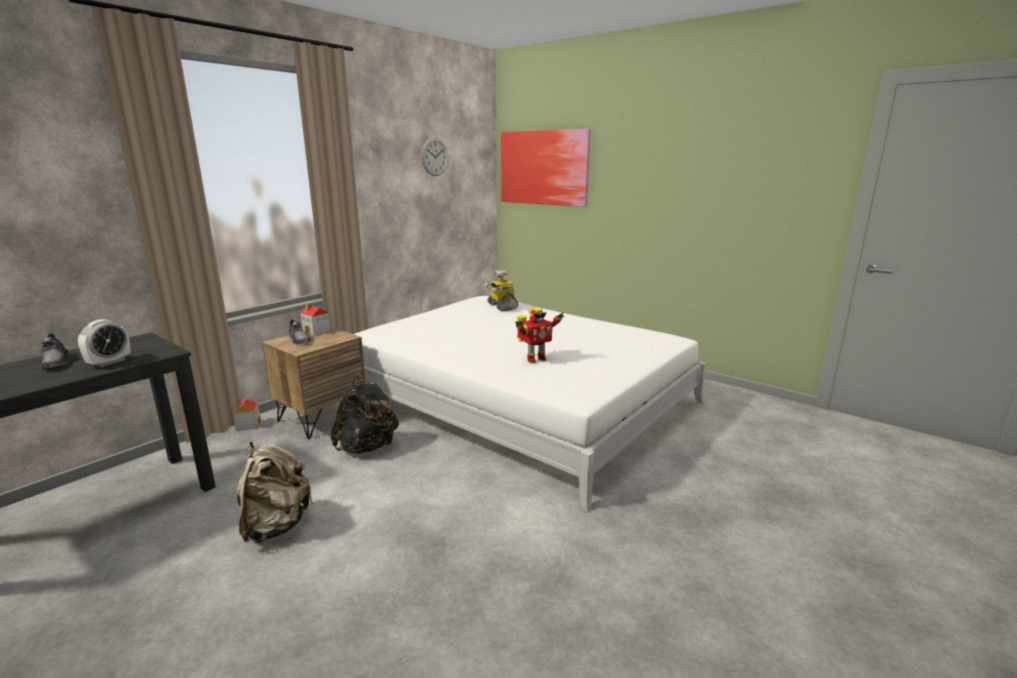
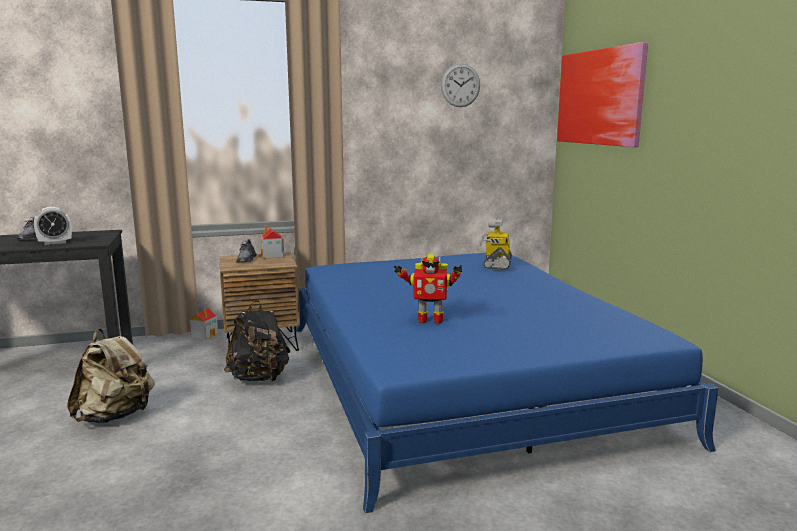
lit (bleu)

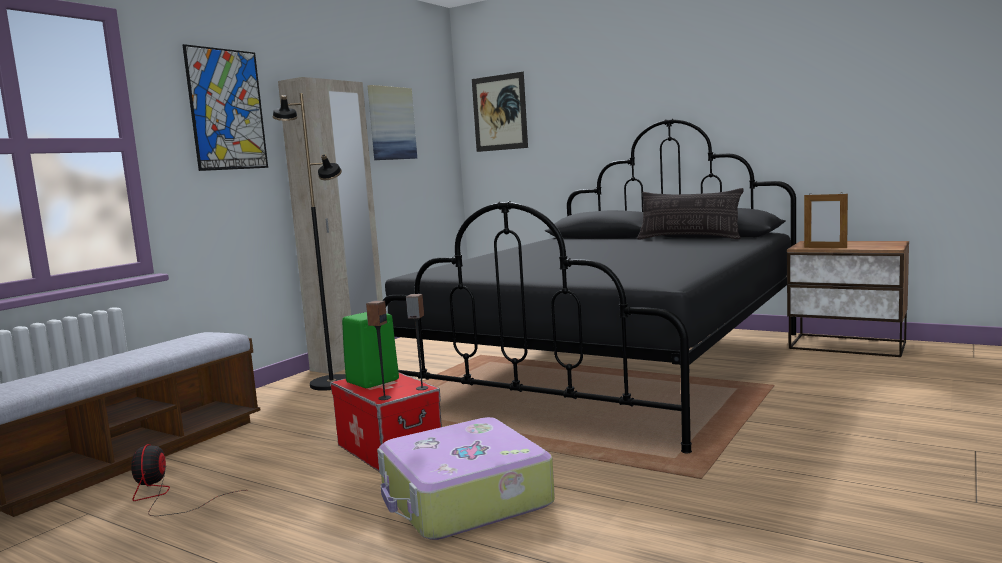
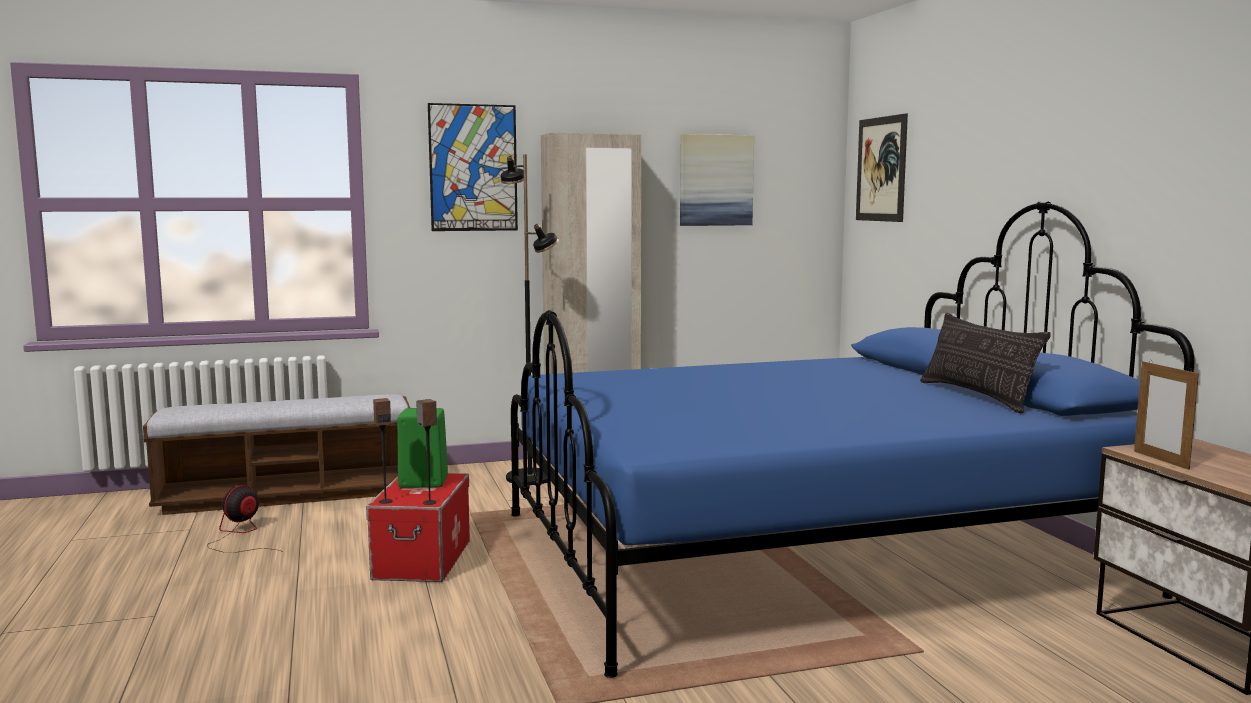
valise; lit (bleu)

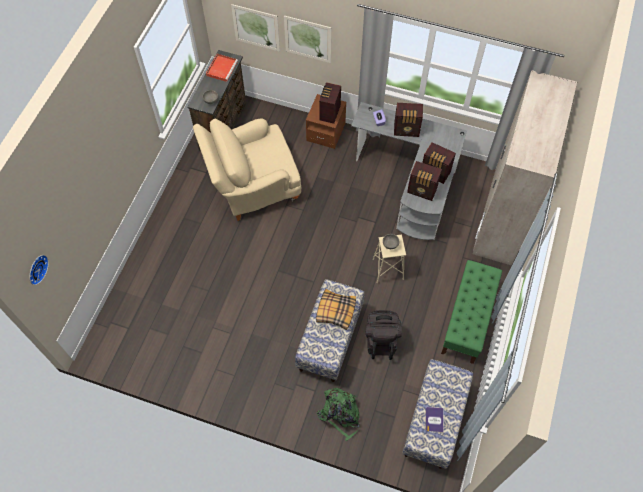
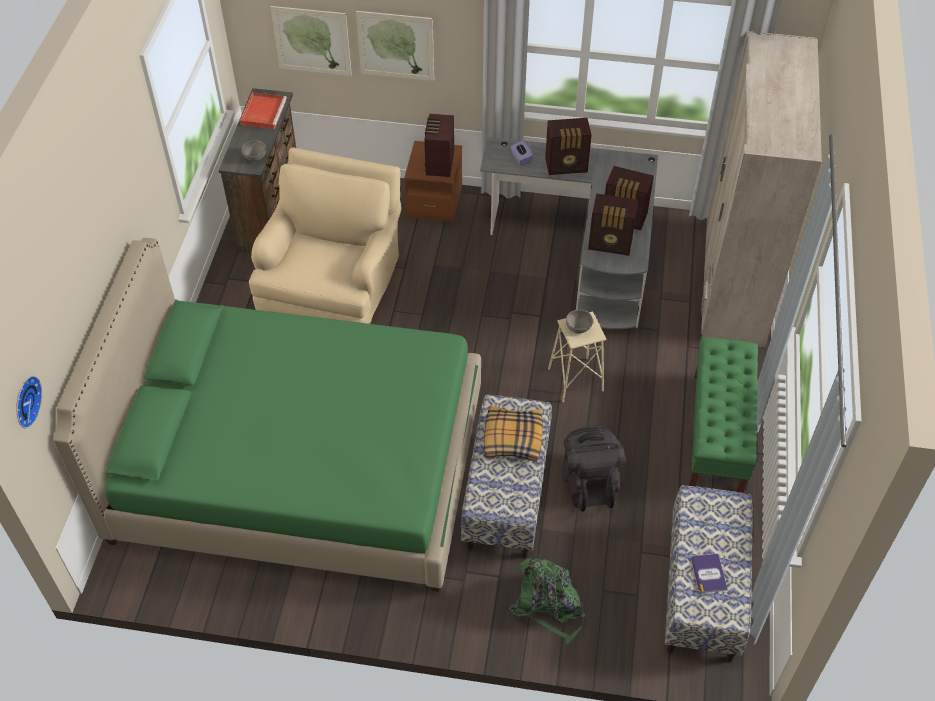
lit (vert); fauteuil (beige)

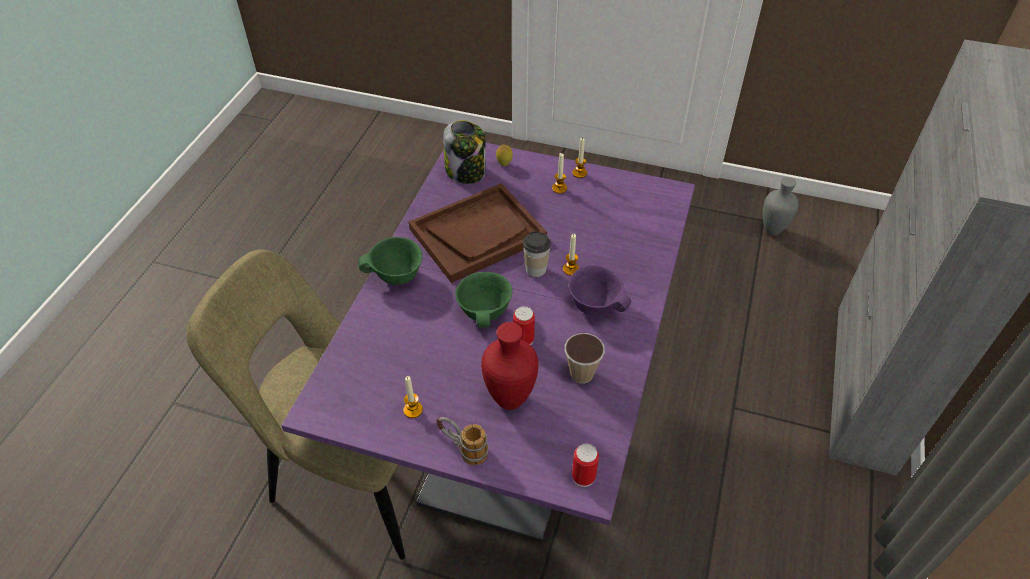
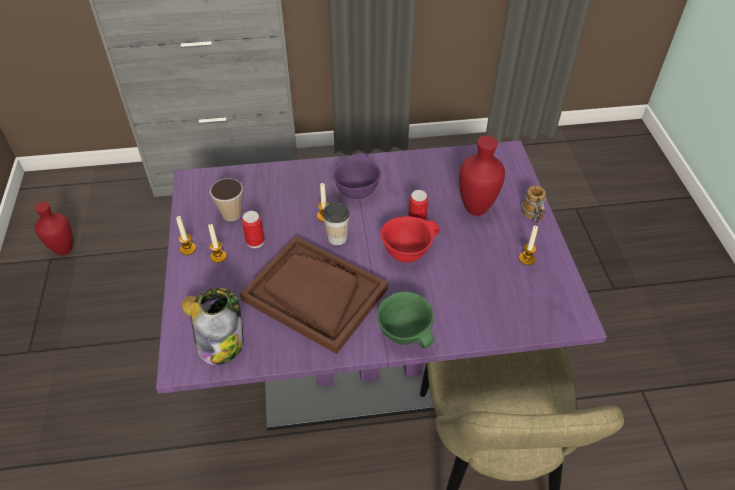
tasse (no. 1 from left); boîte métallique (no. 1 from left); bol (rouge); vase (rouge) (no. 1 from left)

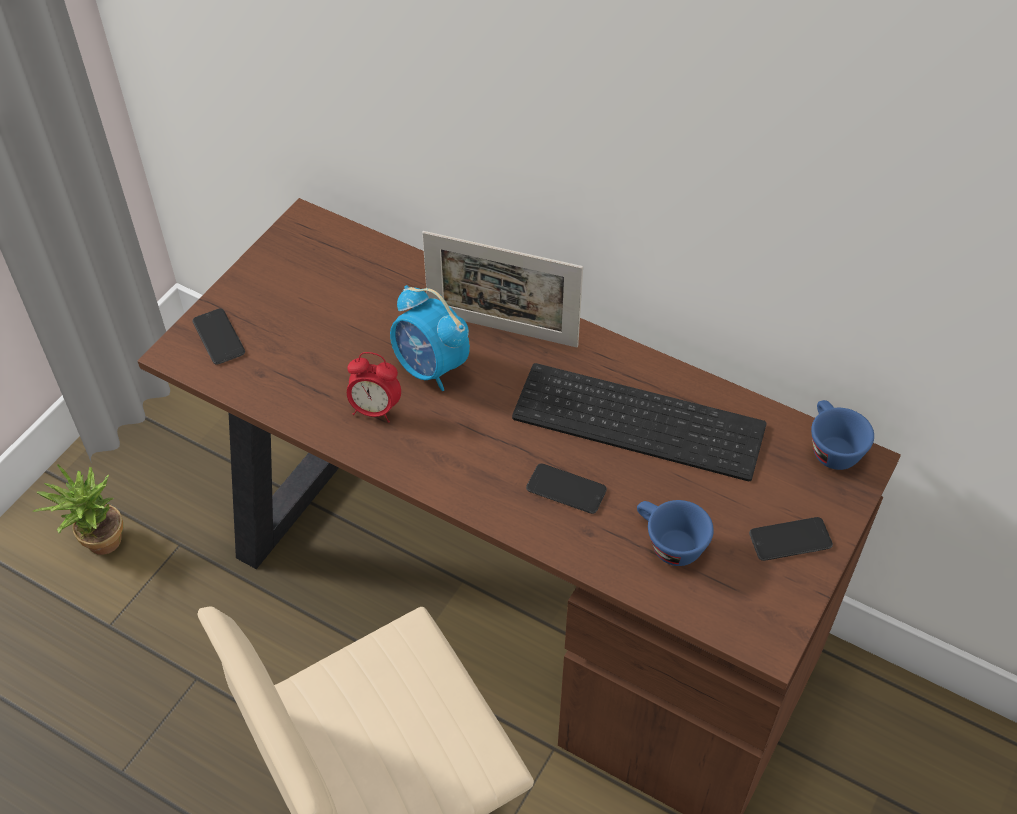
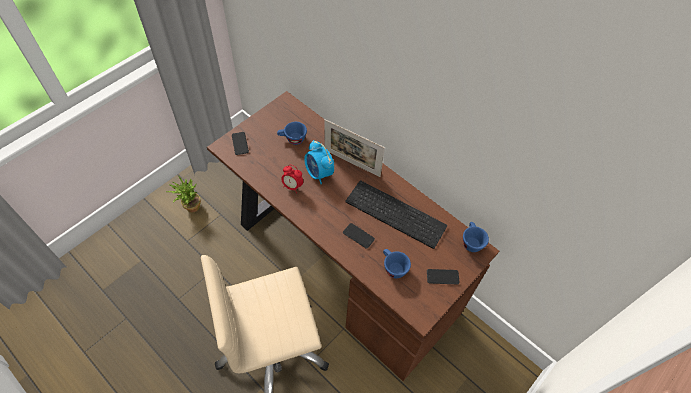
tasse (bleu) (no. 1 from left)

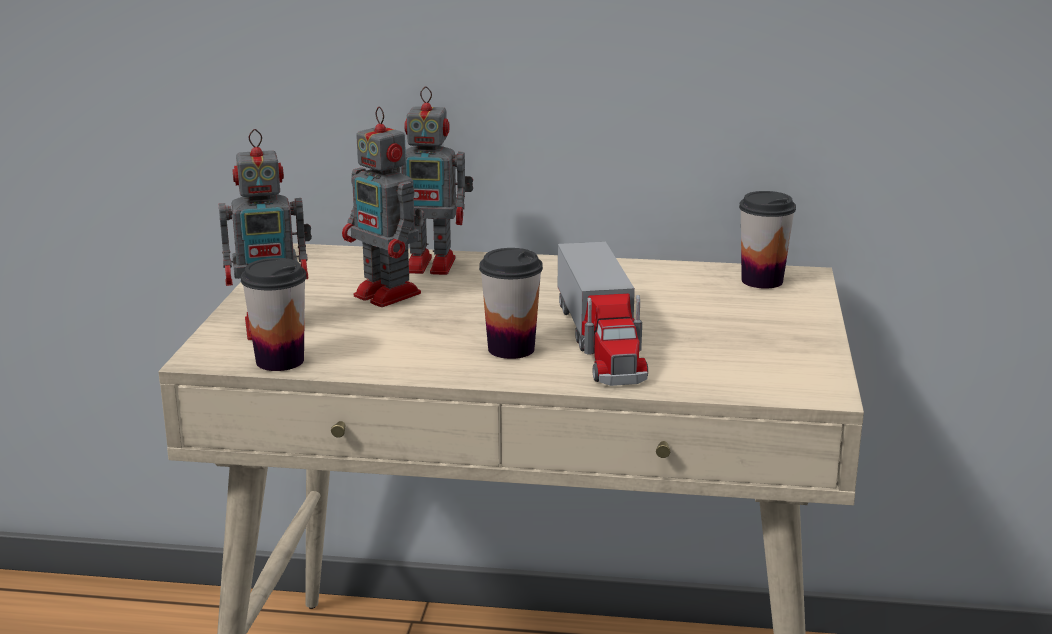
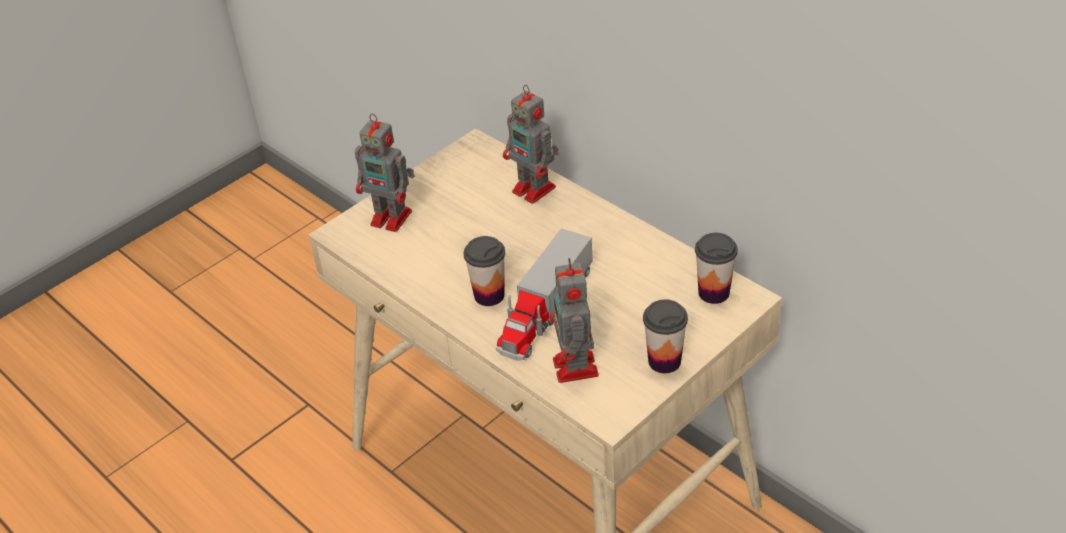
tasse (no. 2 from left); robot jouet (no. 3 from left)

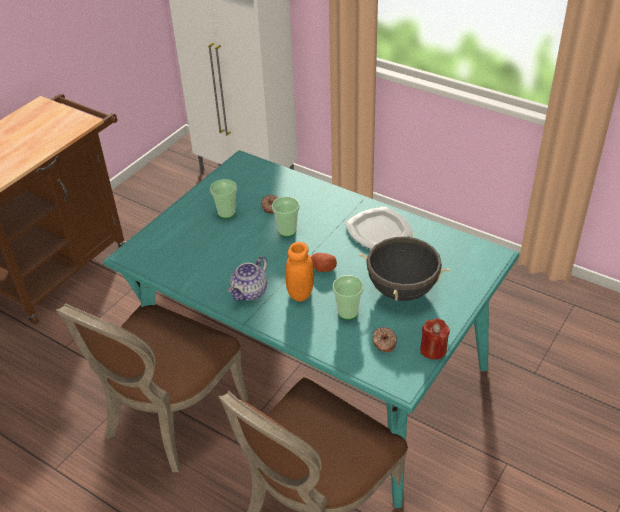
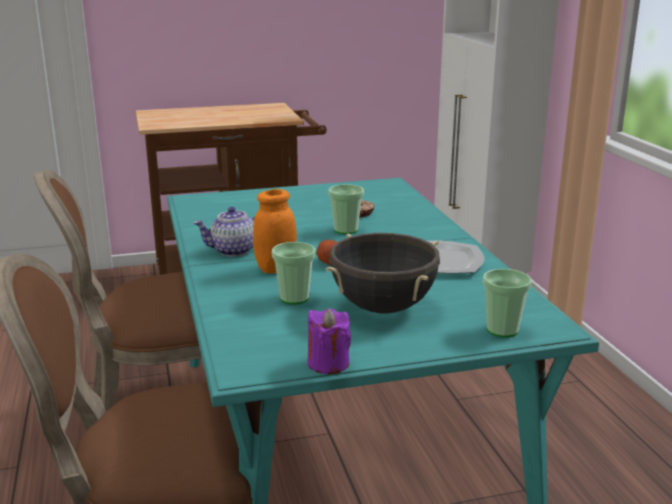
beignet (no. 2 from left in the first image); tasse (no. 3 from left); bougie (violet)

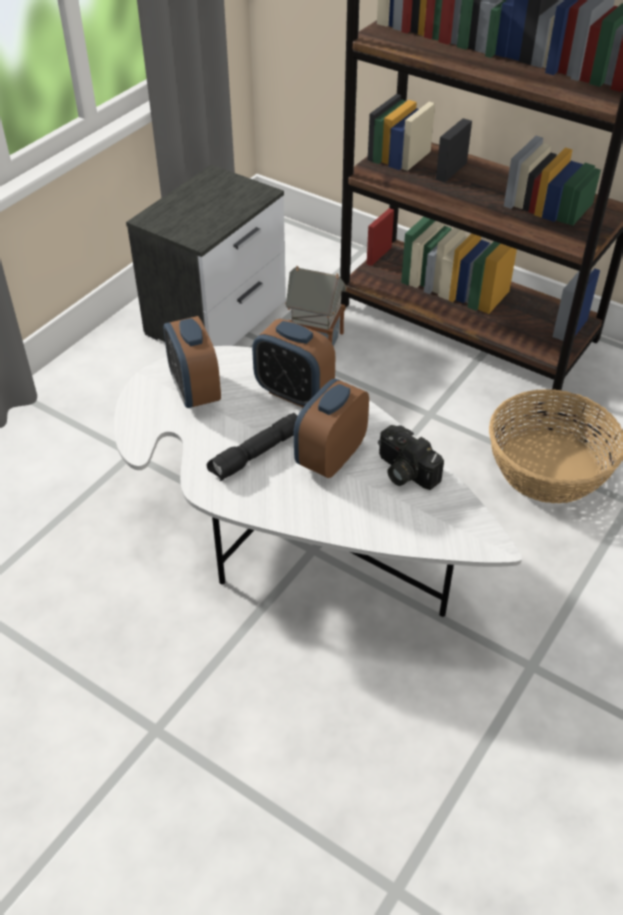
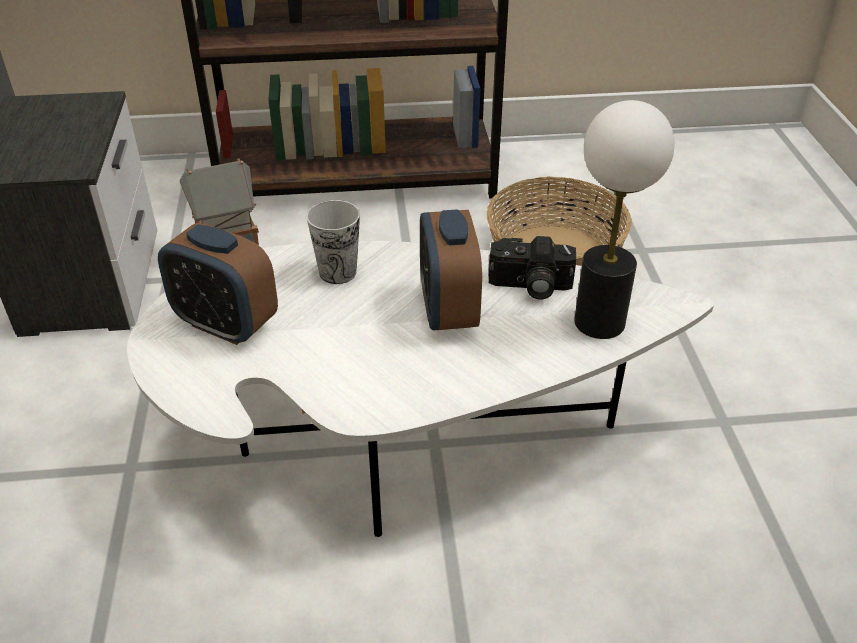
lampe de poche (noir); lampe de table; tasse

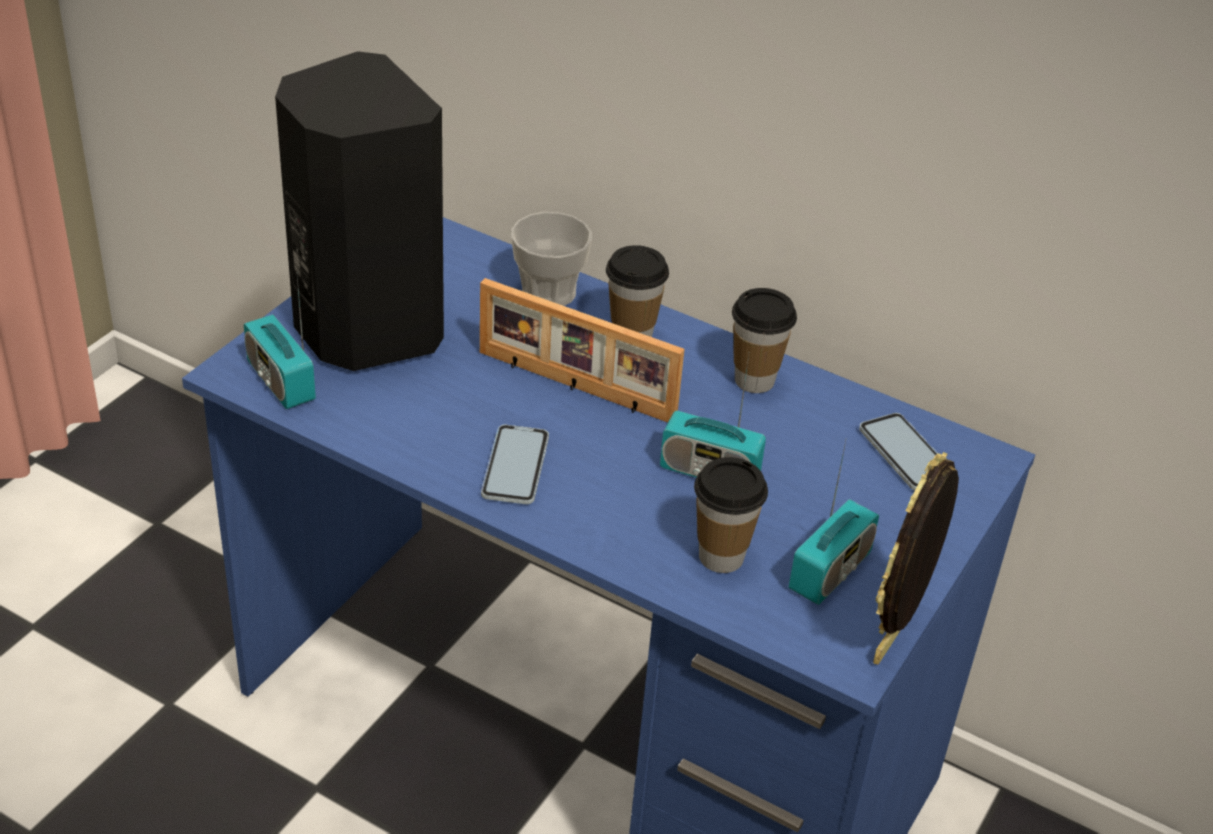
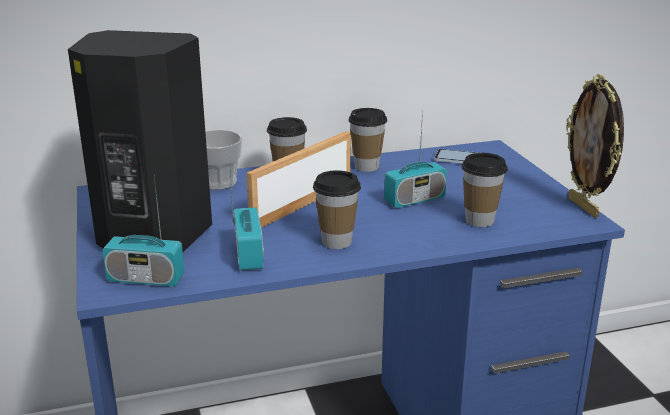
radio (no. 2 from left); tasse (no. 3 from left); cadre photo (no. 1 from left)

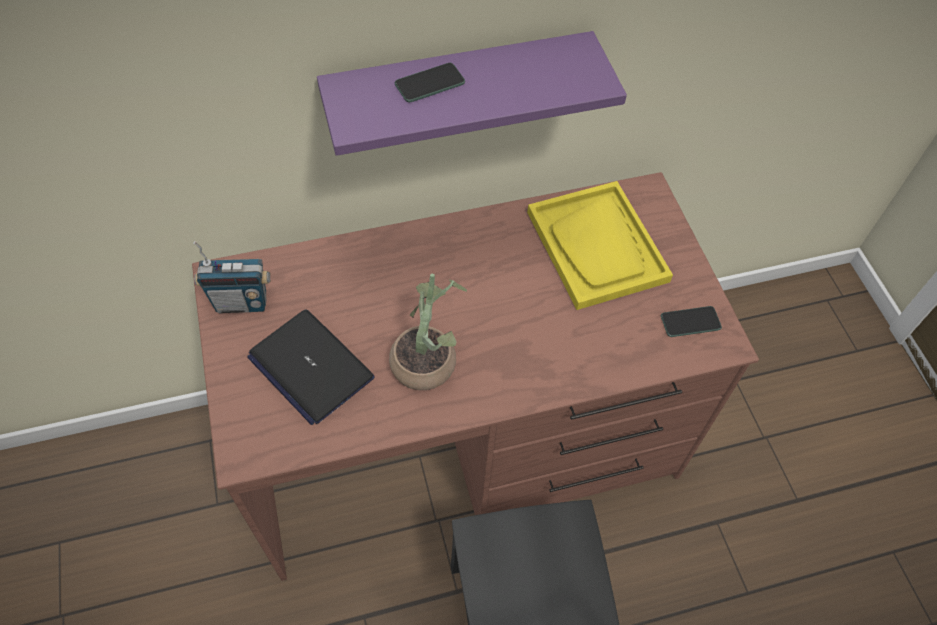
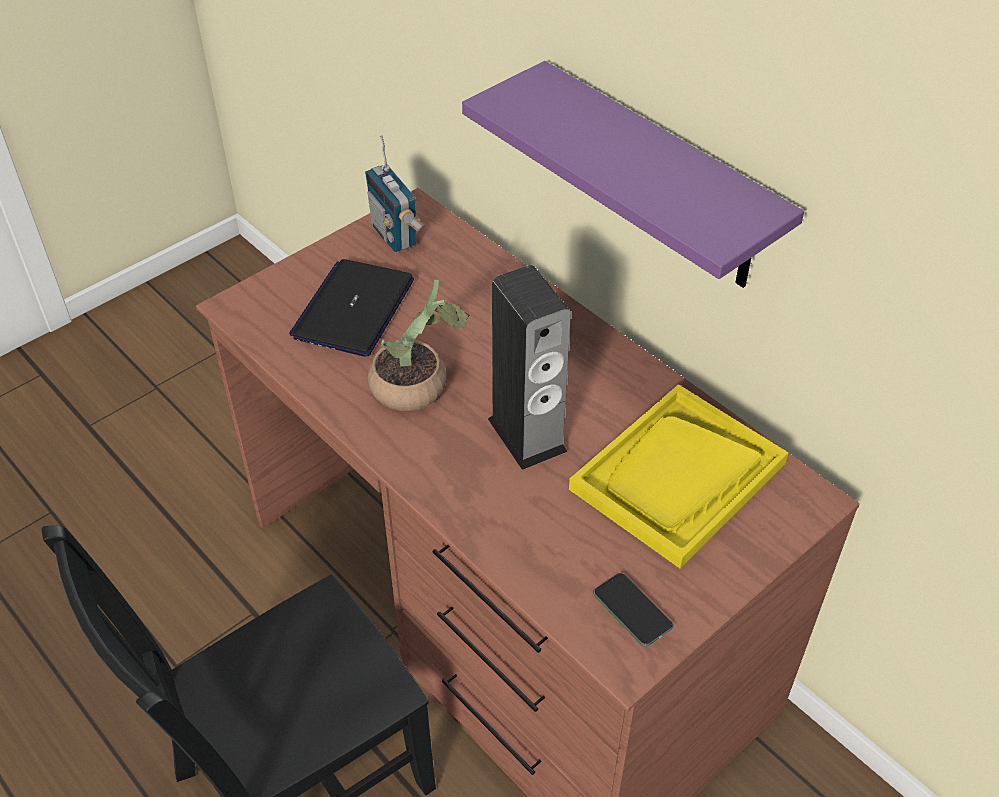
téléphone (no. 1 from left in the first image); enceinte

